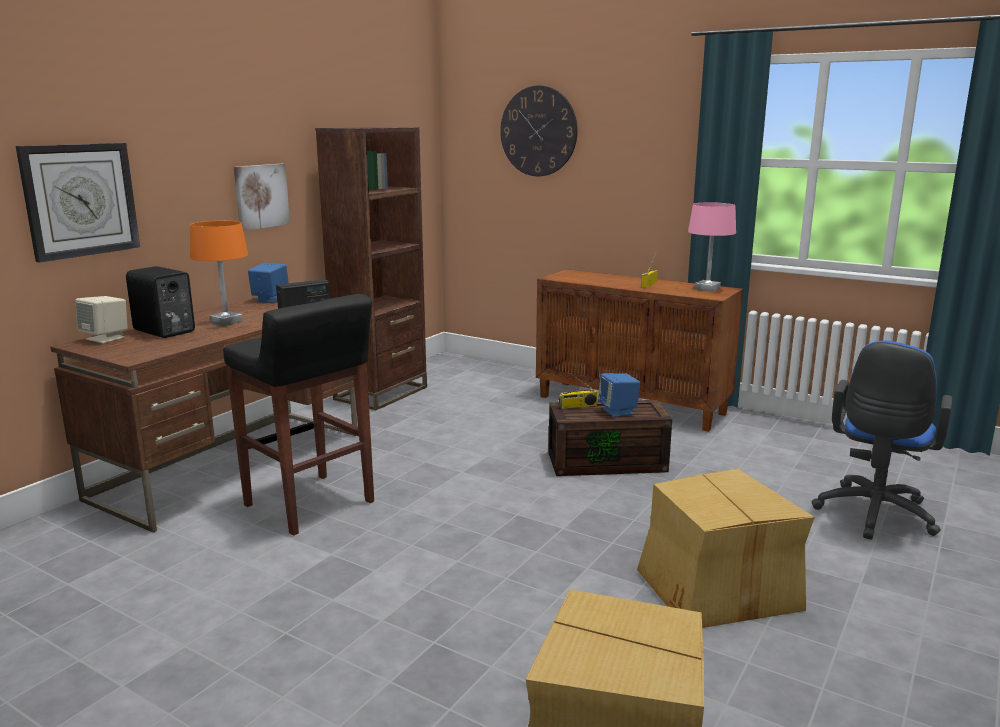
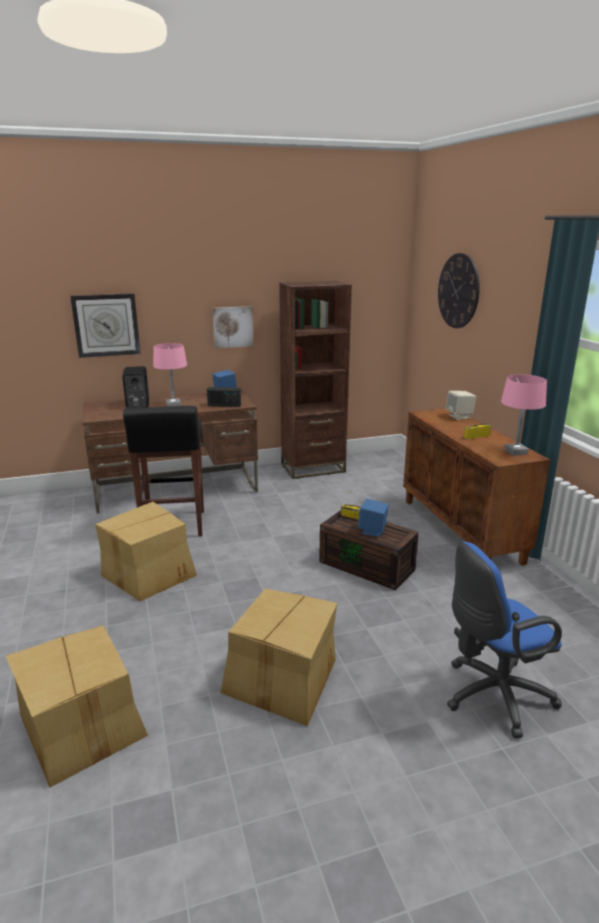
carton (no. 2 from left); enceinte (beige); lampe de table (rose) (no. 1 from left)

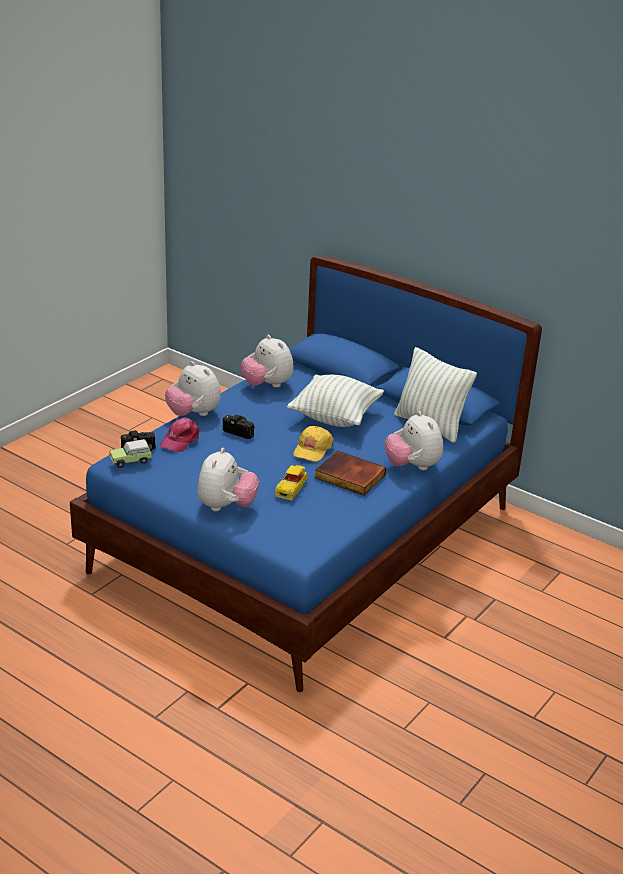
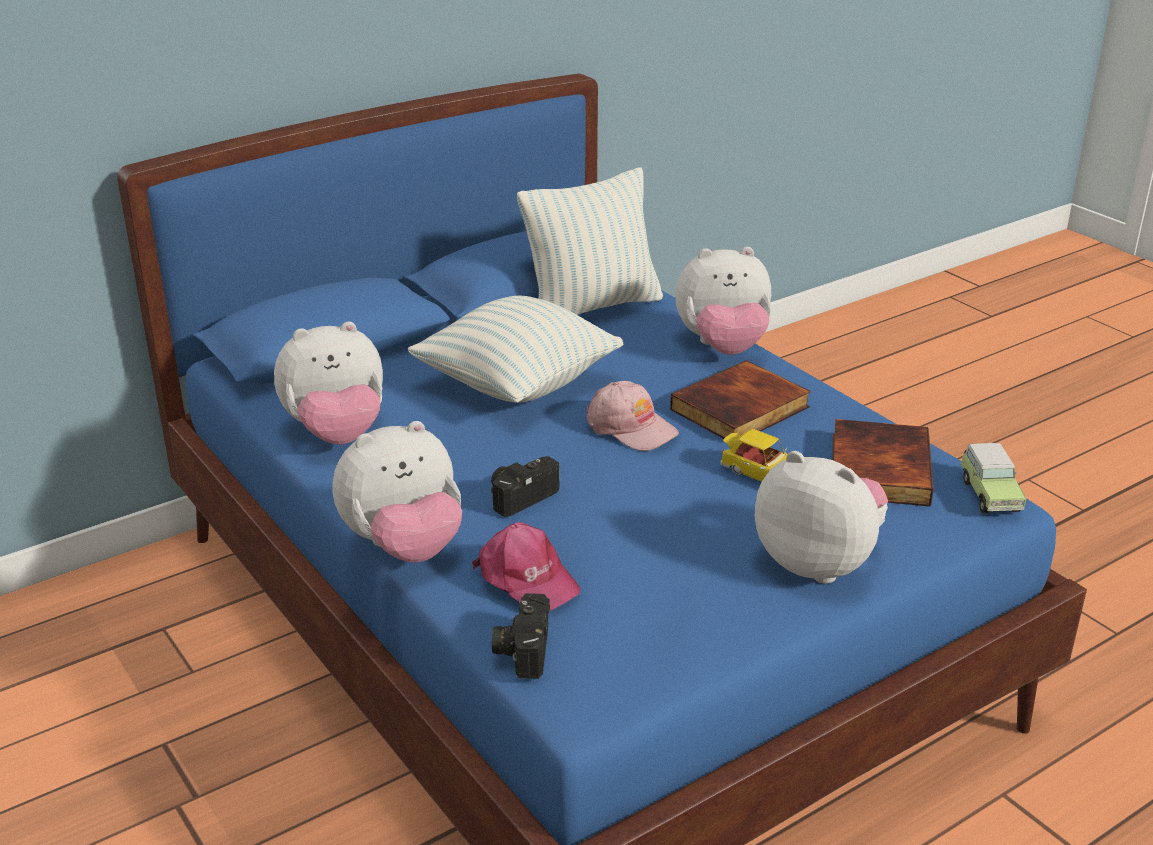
livre (no. 2 from left); petite voiture (no. 2 from left); casquette (rose) (no. 2 from left)

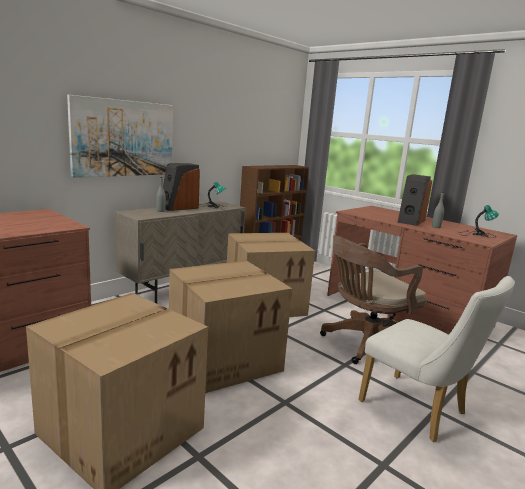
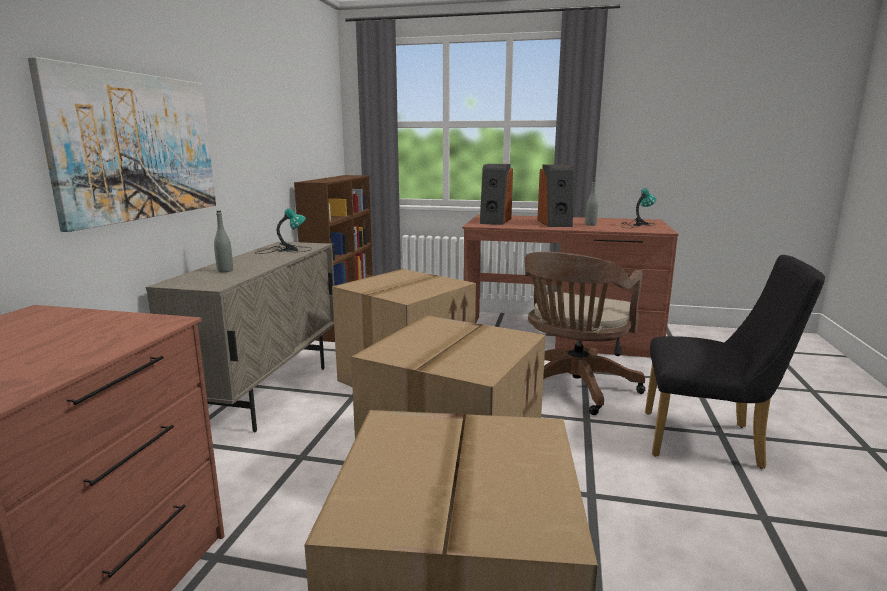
enceinte (no. 1 from left); chaise (noir)

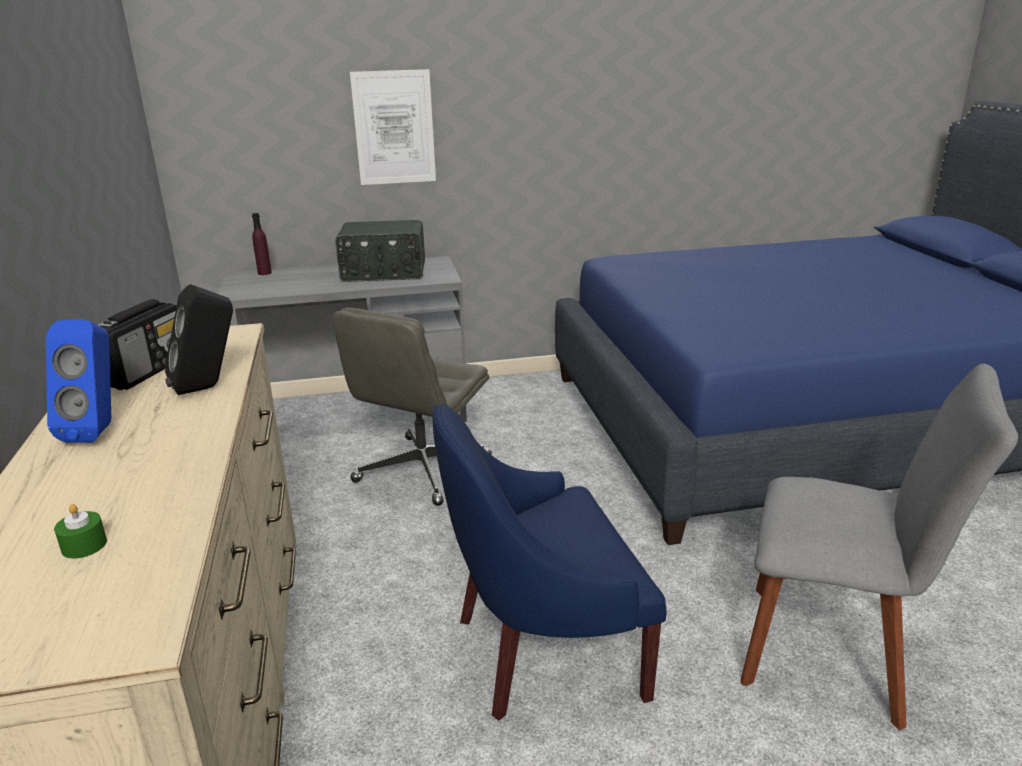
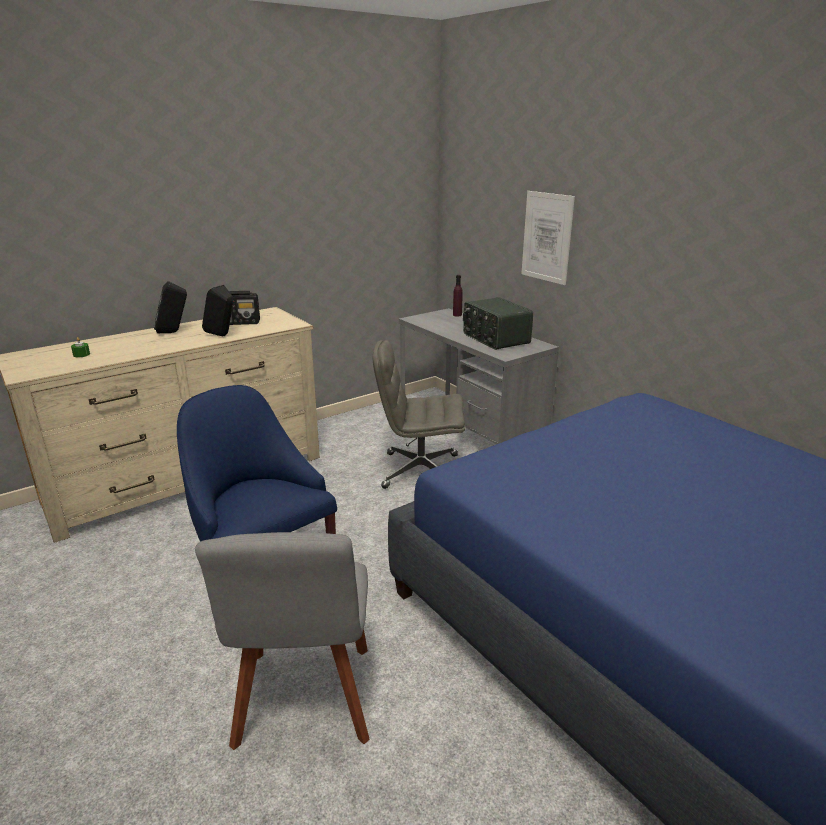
enceinte (noir) (no. 1 from left)

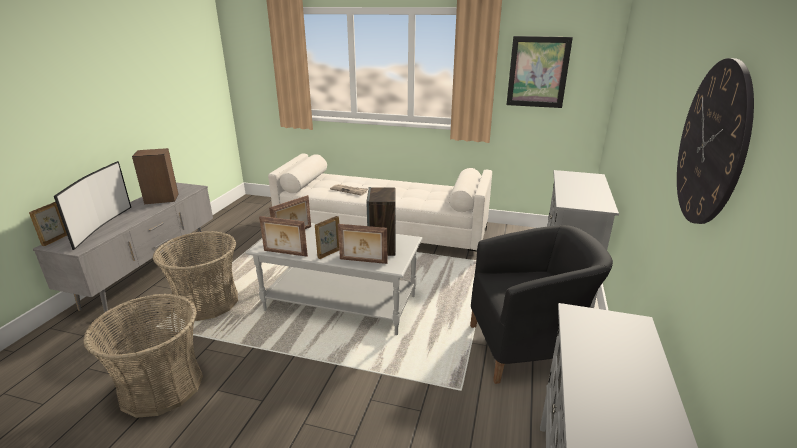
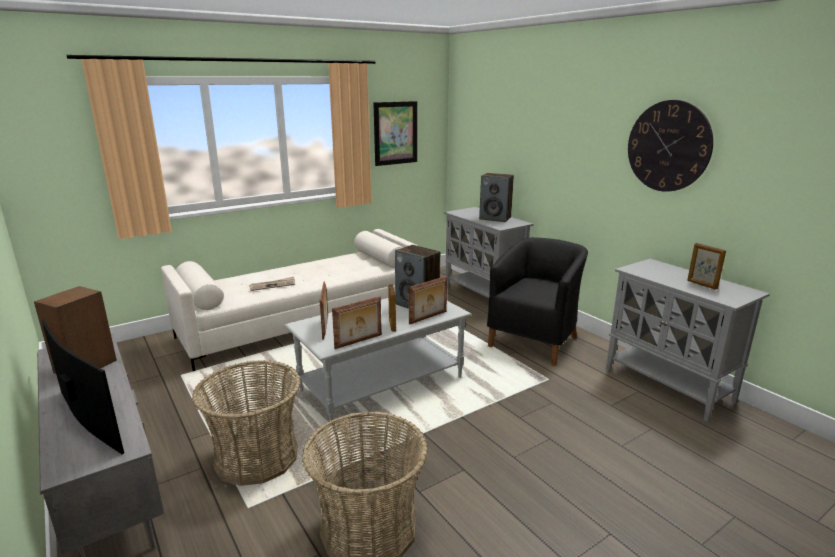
enceinte (no. 3 from left); cadre photo (no. 5 from left)

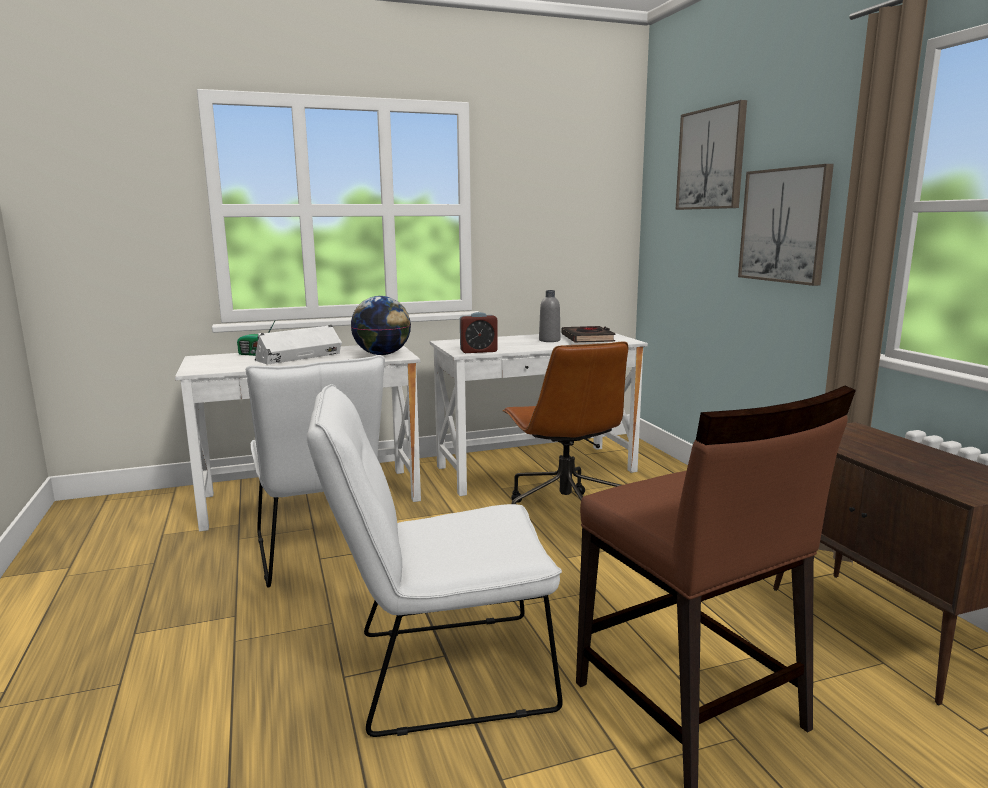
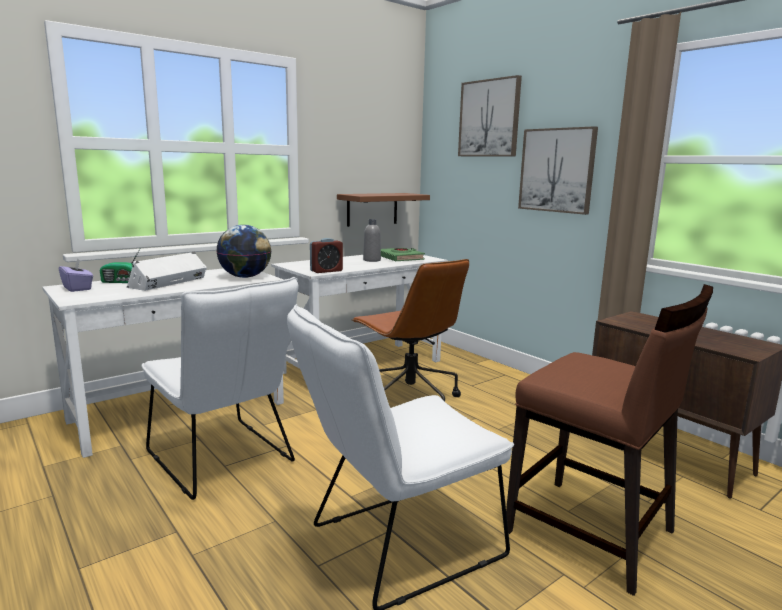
boîte à mouchoirs (violet); étagère (marron); livre (vert)

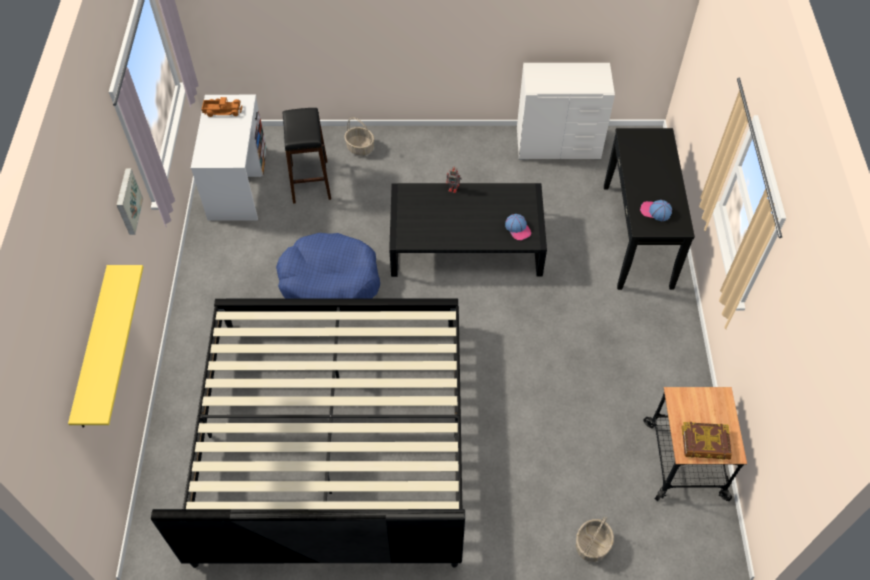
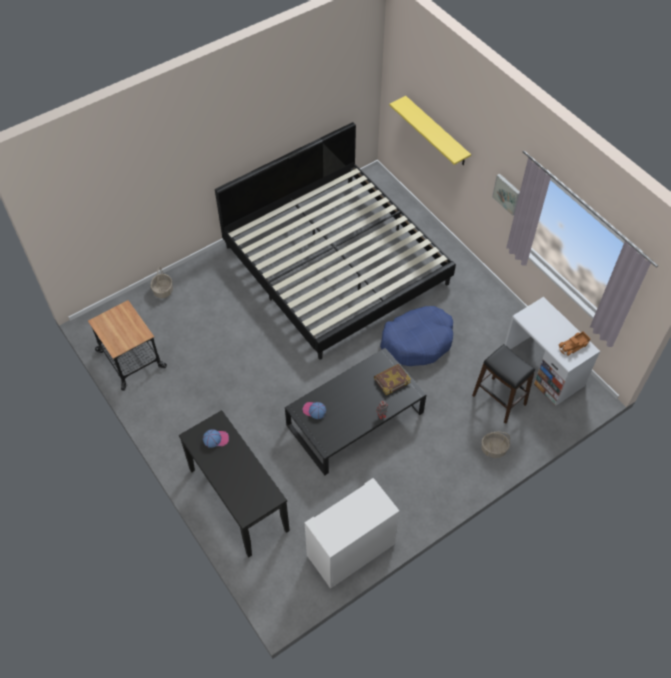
livre

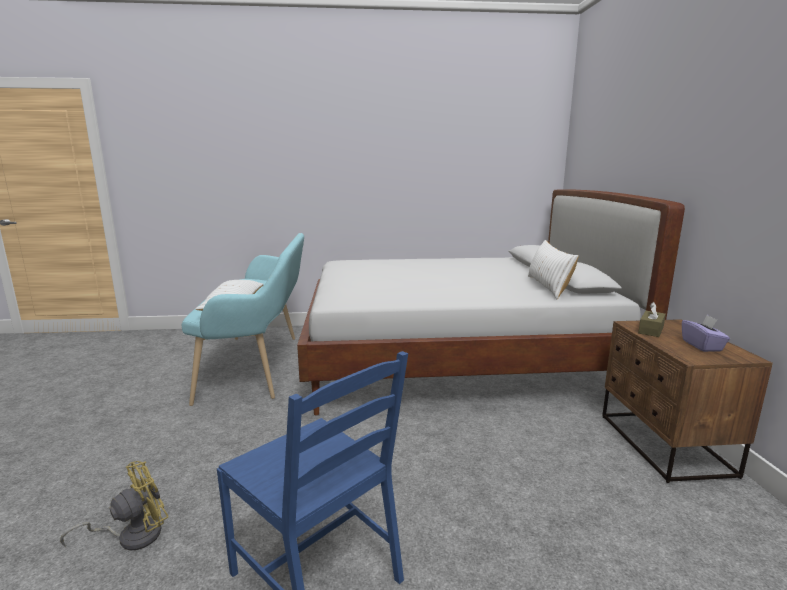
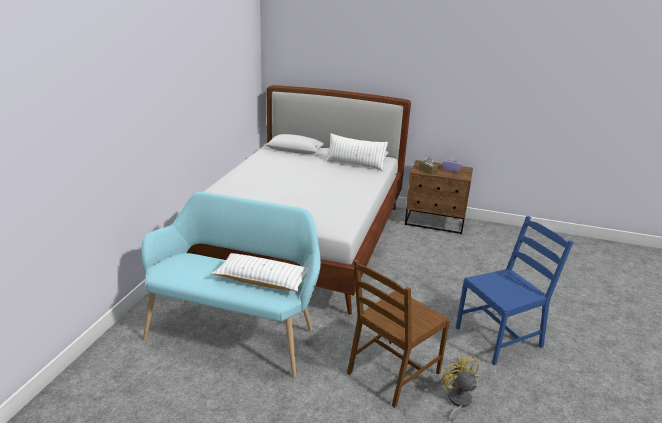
chaise (marron)

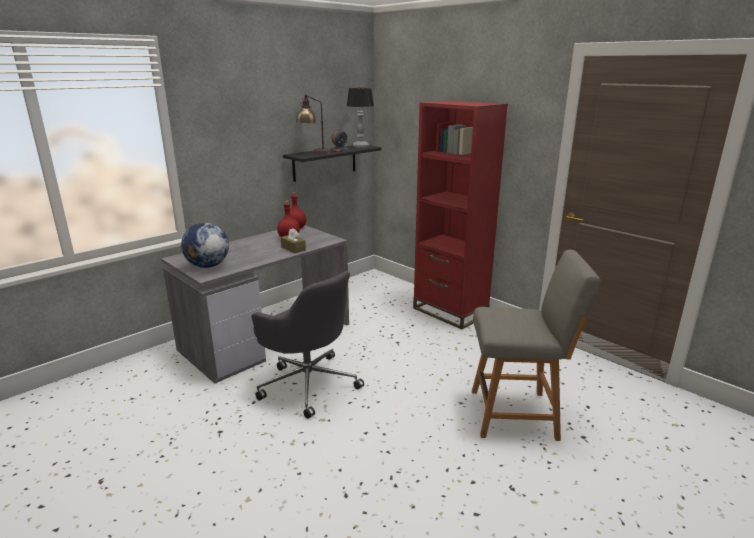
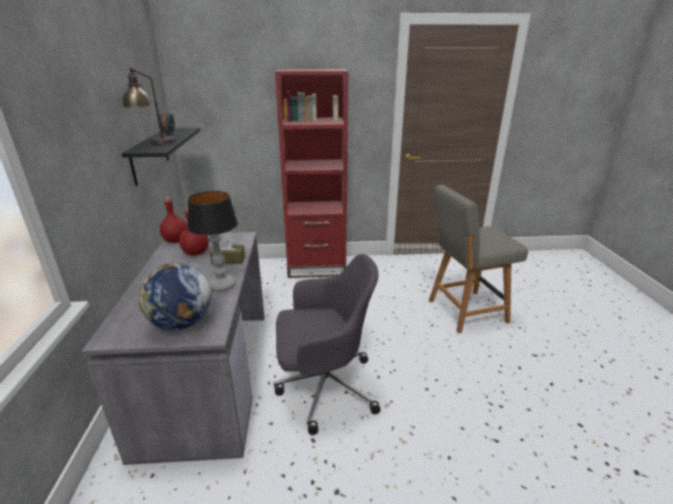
lampe de table (no. 2 from left); chaise (gris)

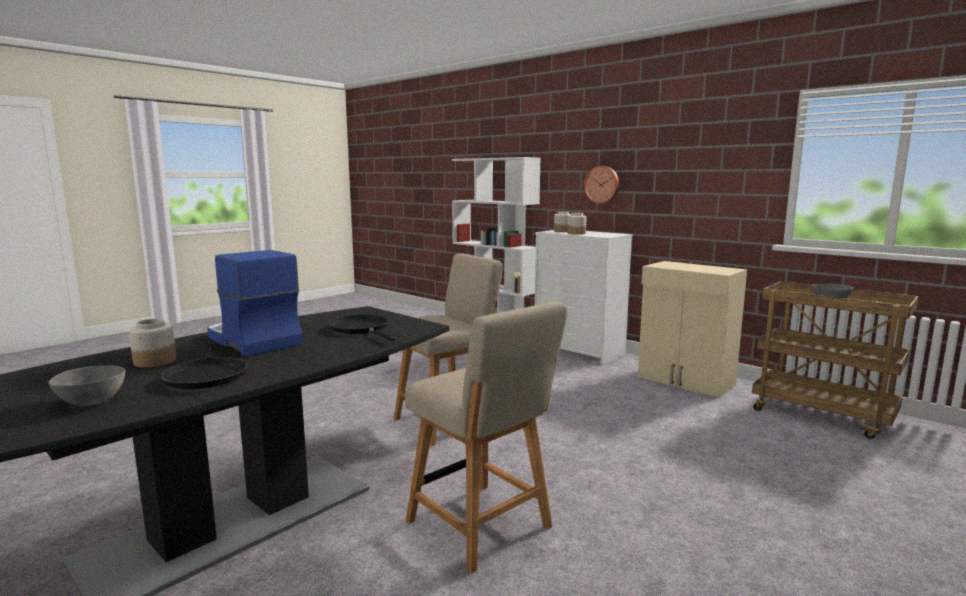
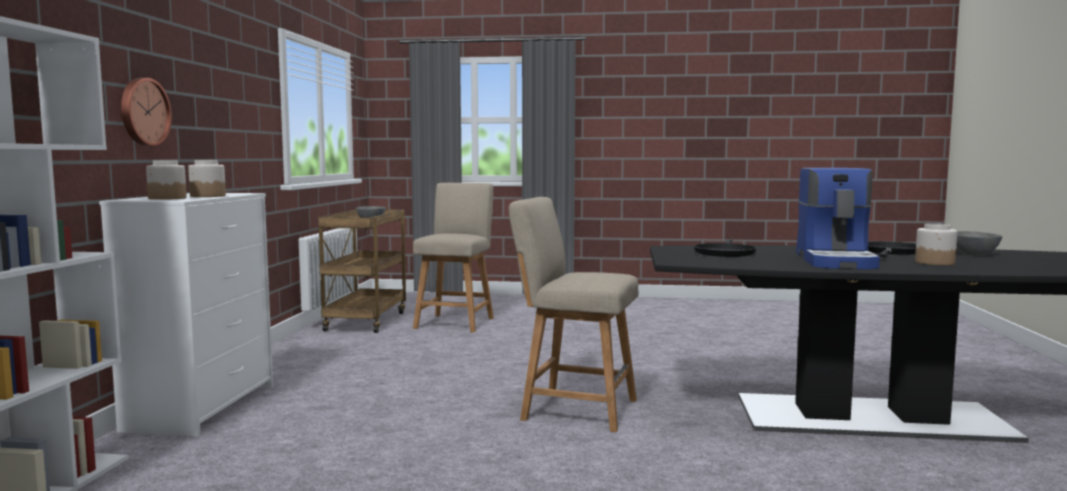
meuble de rangement (beige); chaise (beige) (no. 1 from left)

